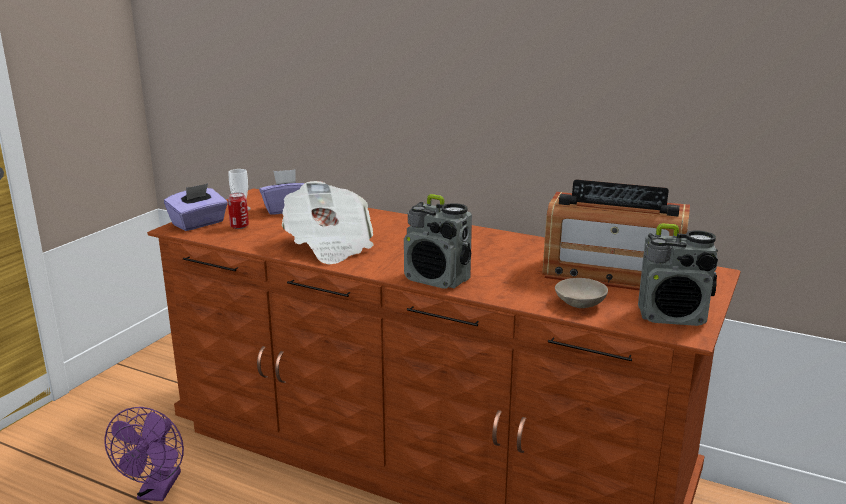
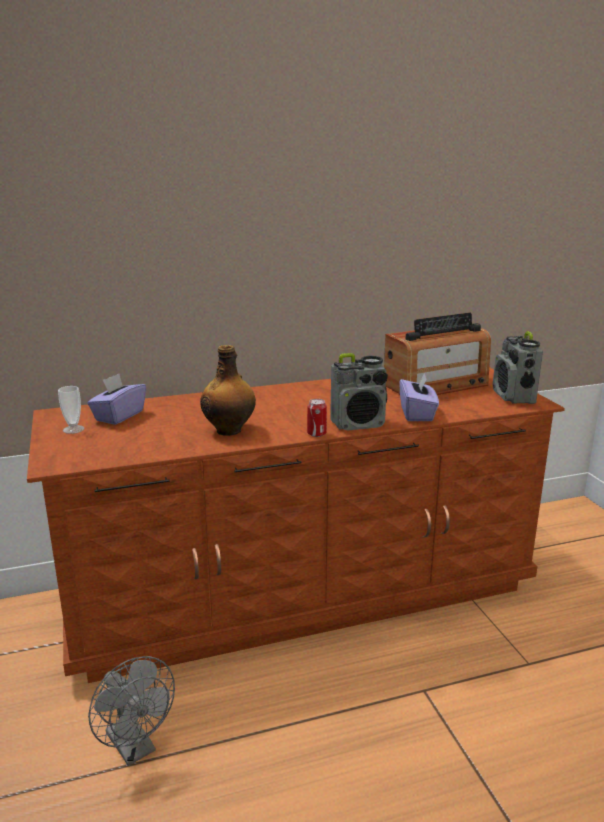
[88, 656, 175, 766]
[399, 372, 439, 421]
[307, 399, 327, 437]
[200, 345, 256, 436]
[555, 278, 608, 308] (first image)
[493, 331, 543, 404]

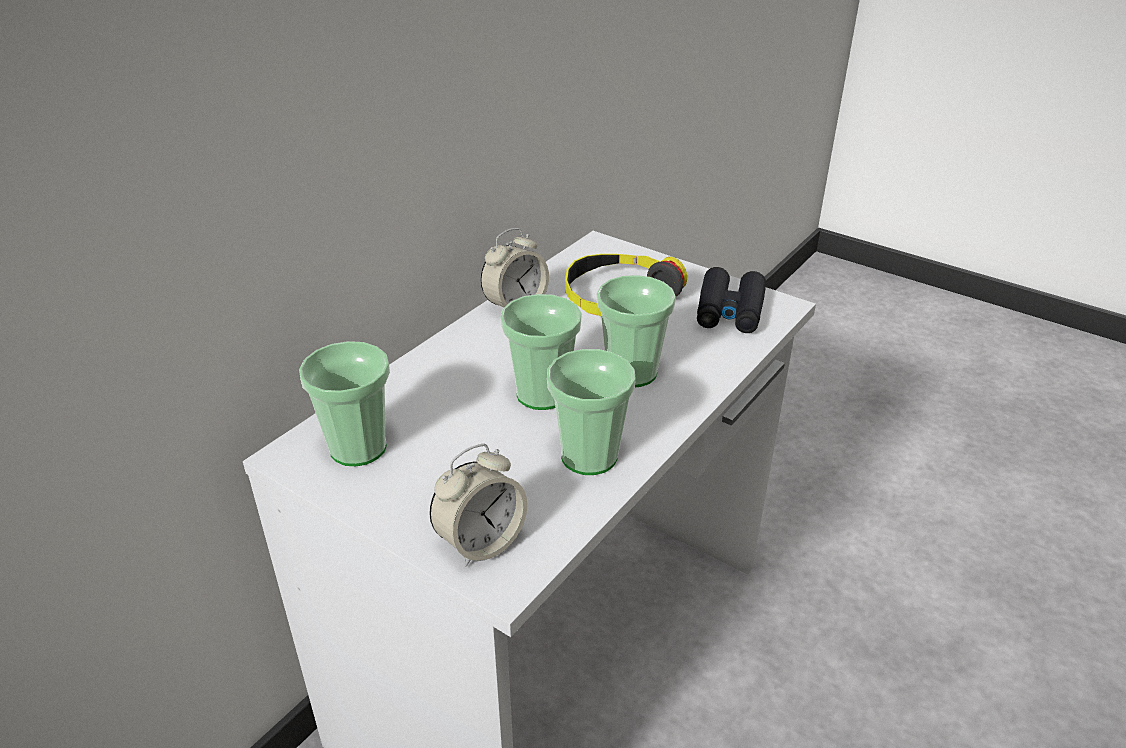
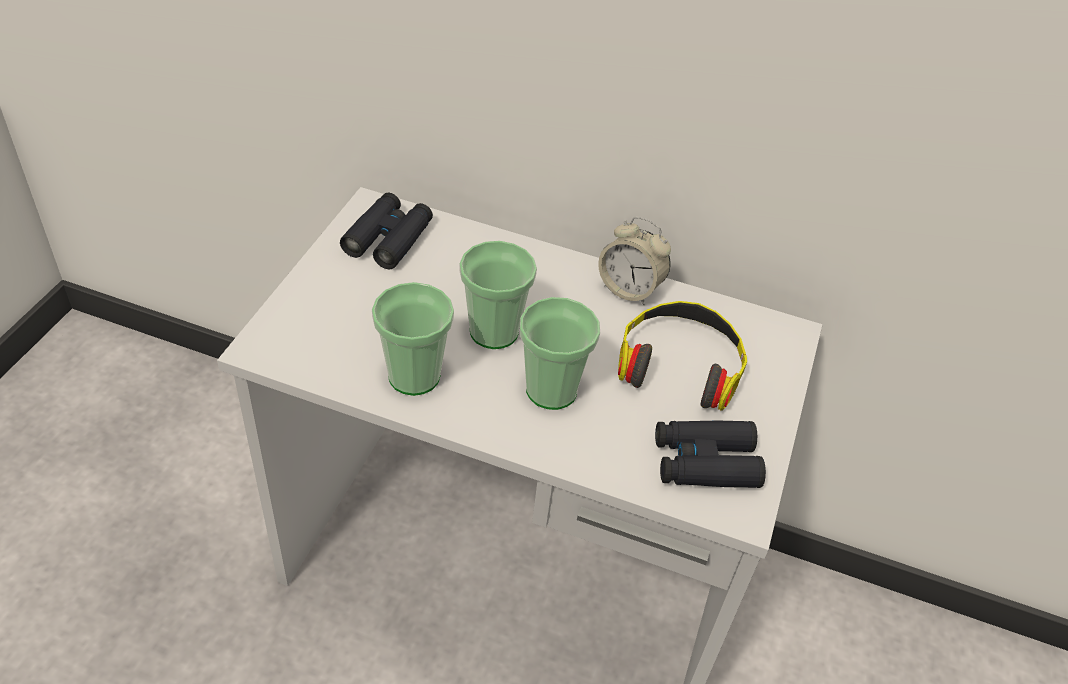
[340, 193, 433, 269]
[429, 444, 527, 567] (first image)

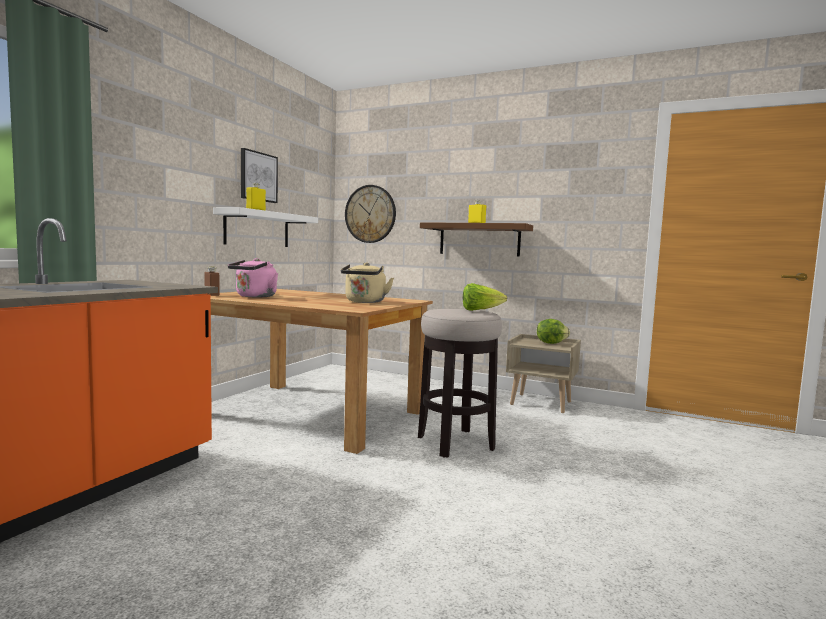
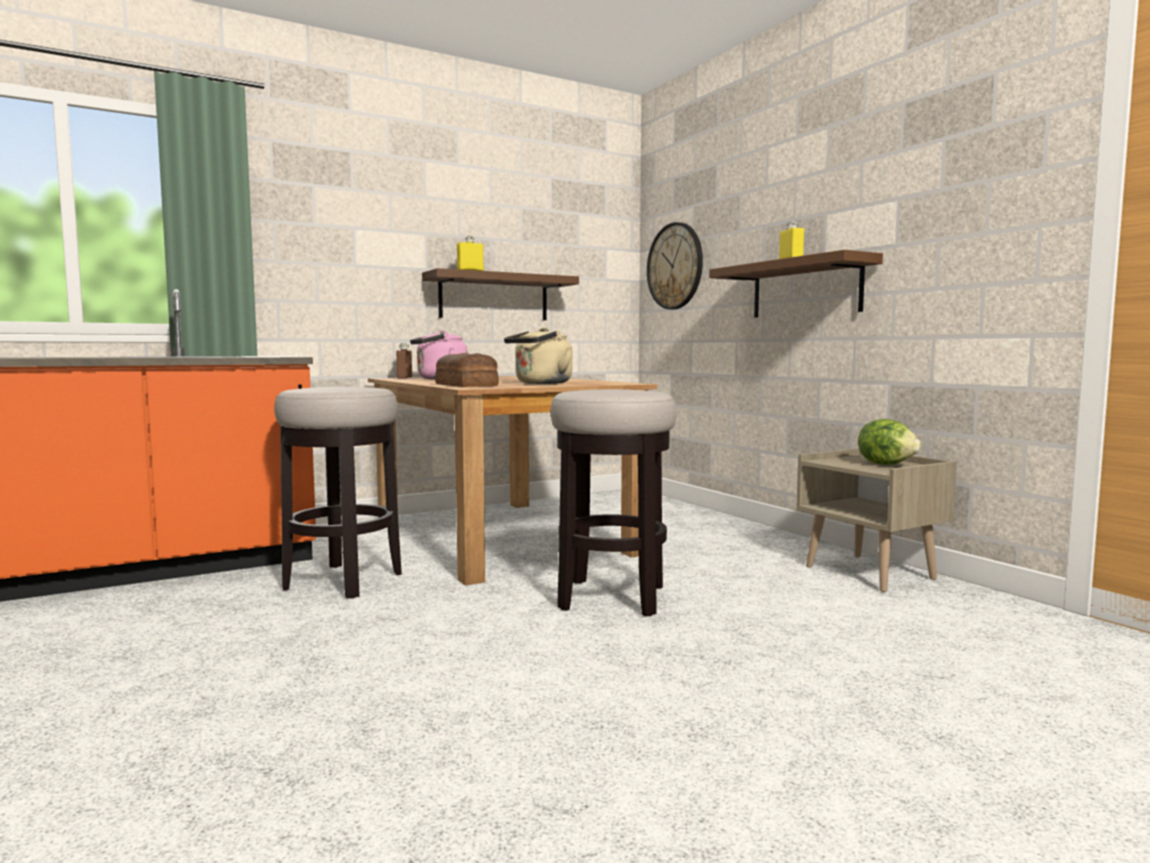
[422, 268, 579, 320]
[241, 148, 278, 203] (first image)
[463, 283, 507, 311] (first image)
[274, 387, 402, 599]
[435, 353, 499, 387]

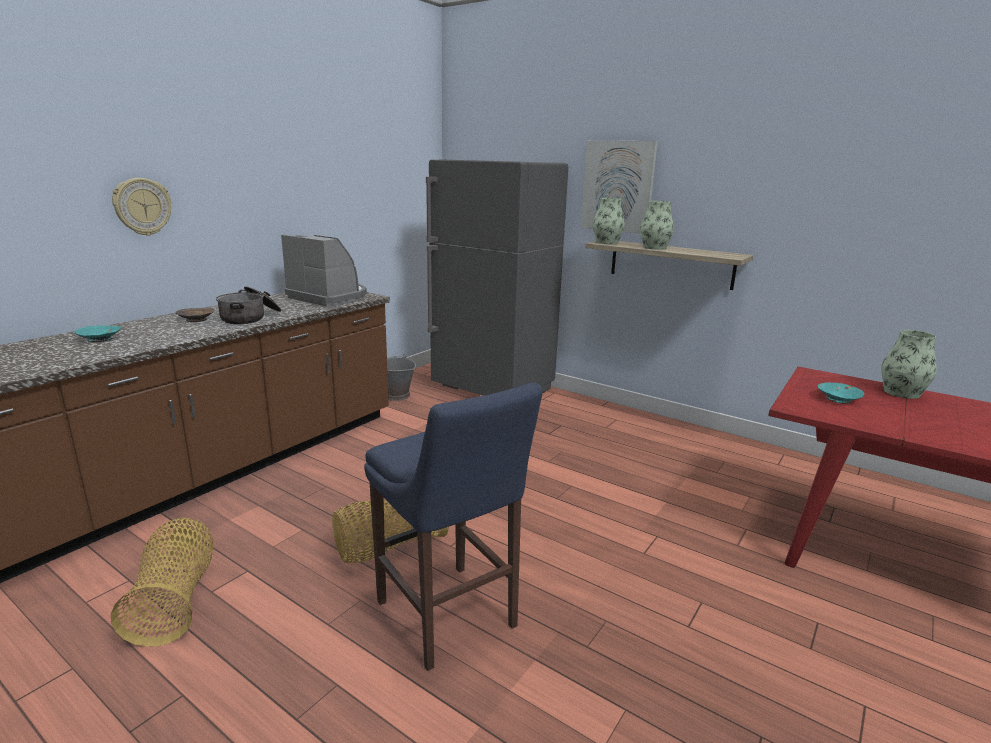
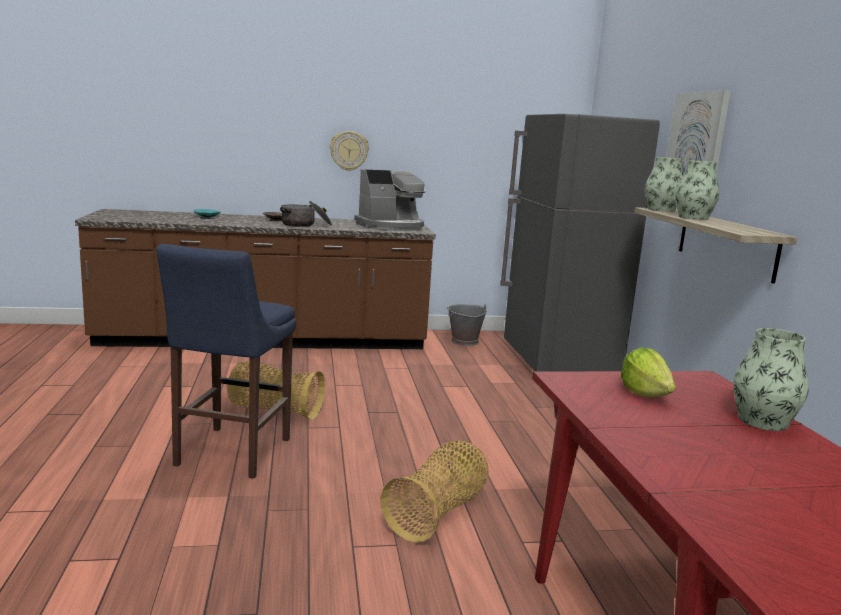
[381, 440, 489, 543]
[330, 131, 369, 171]
[354, 169, 426, 231]
[621, 347, 676, 397]

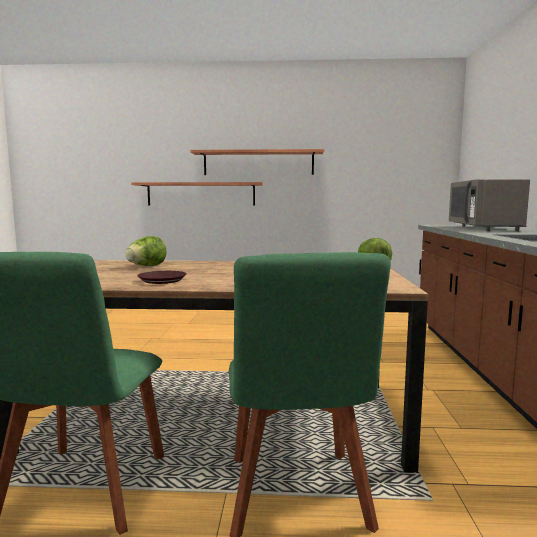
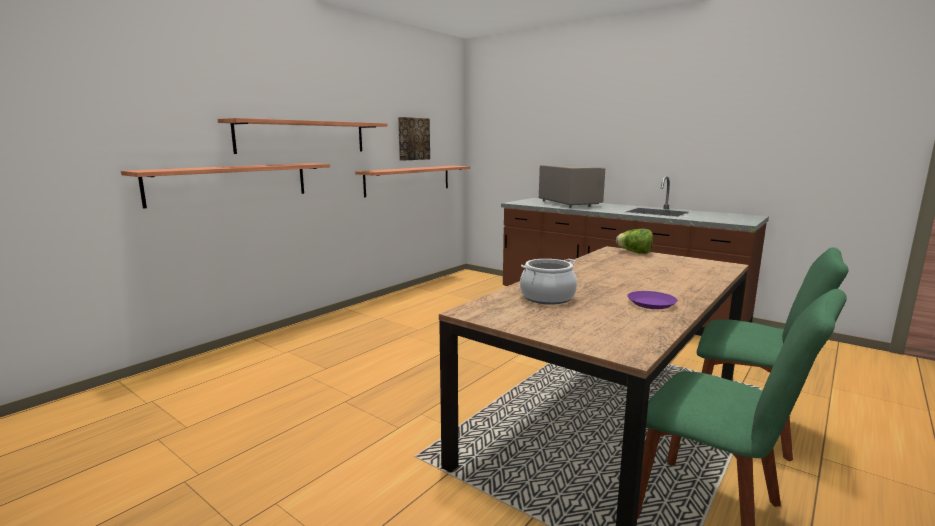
[520, 259, 577, 305]
[627, 291, 678, 309]
[538, 164, 605, 208]
[355, 166, 470, 197]
[398, 117, 430, 161]

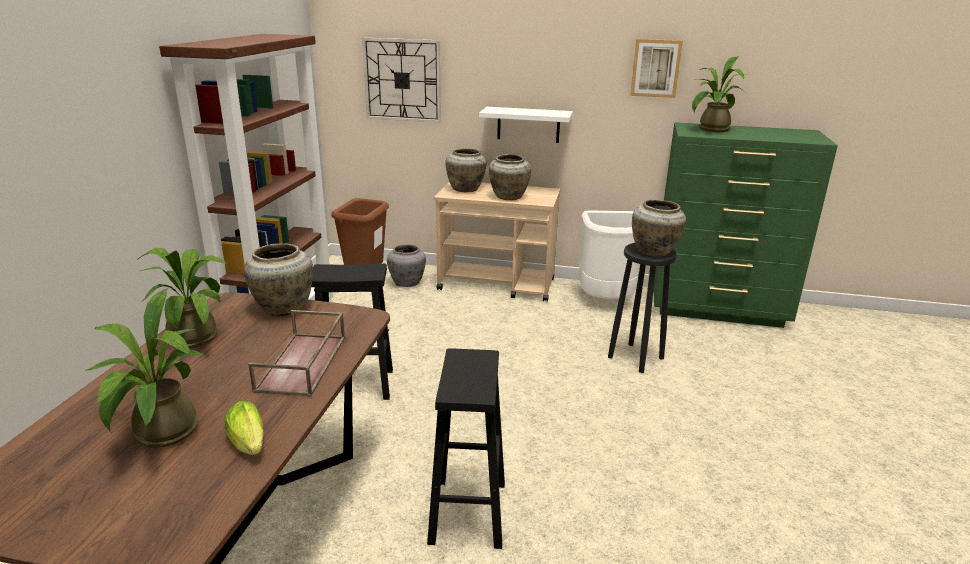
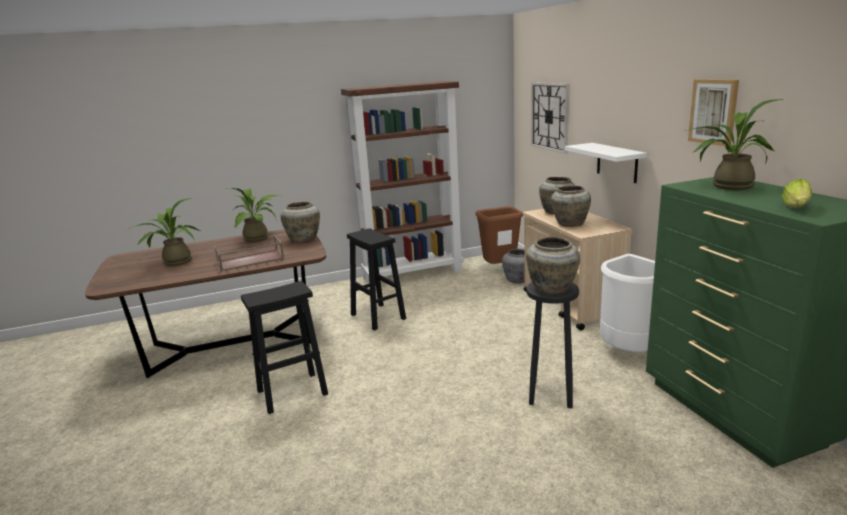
[782, 179, 812, 208]

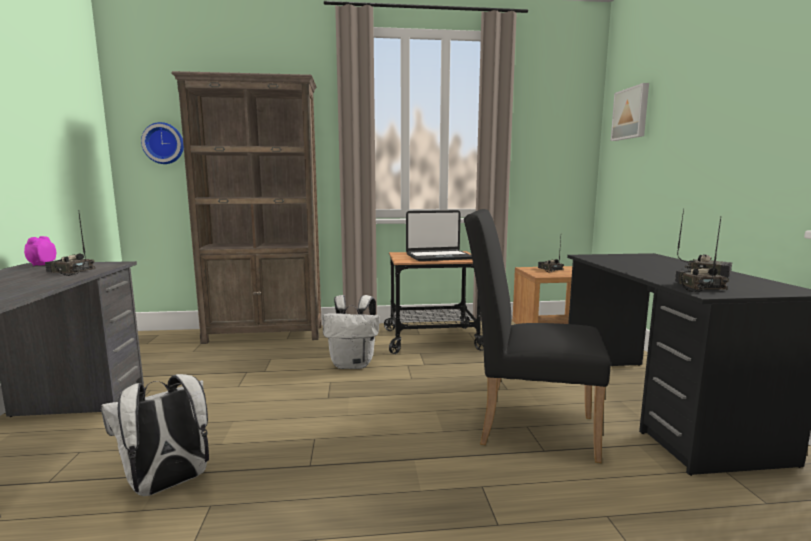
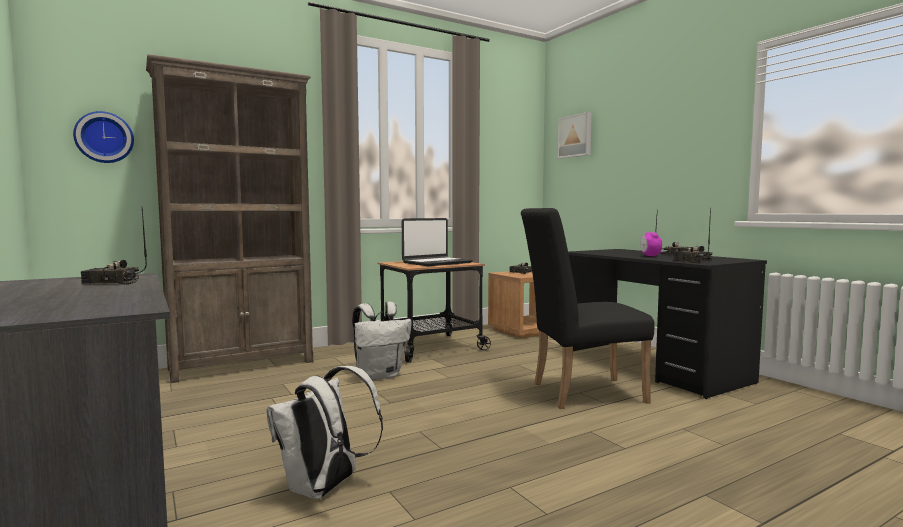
[641, 232, 662, 256]

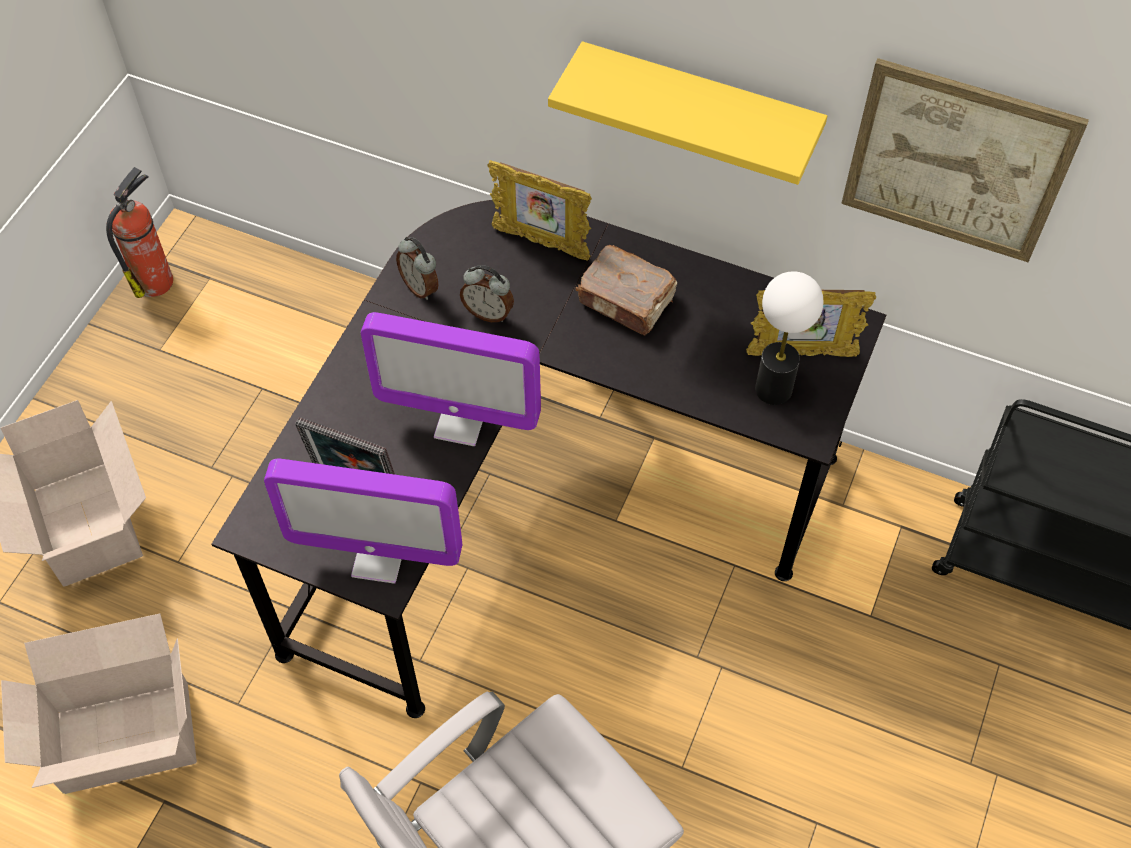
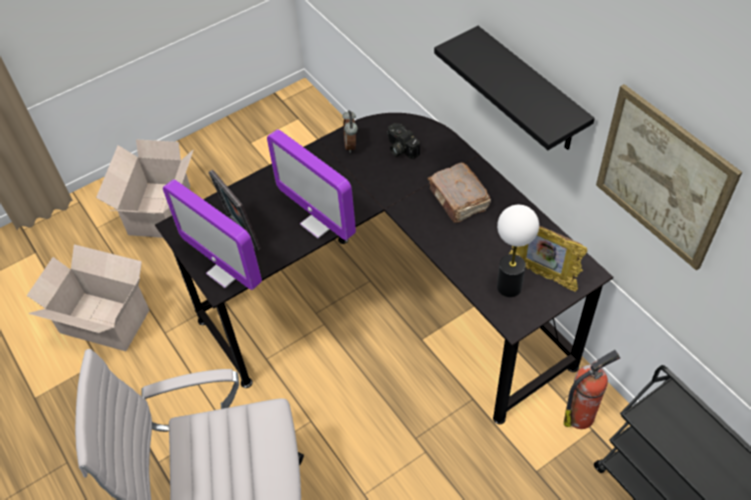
[564, 350, 620, 429]
[460, 265, 514, 322] (first image)
[488, 160, 592, 261] (first image)
[434, 26, 595, 150]
[387, 123, 420, 159]

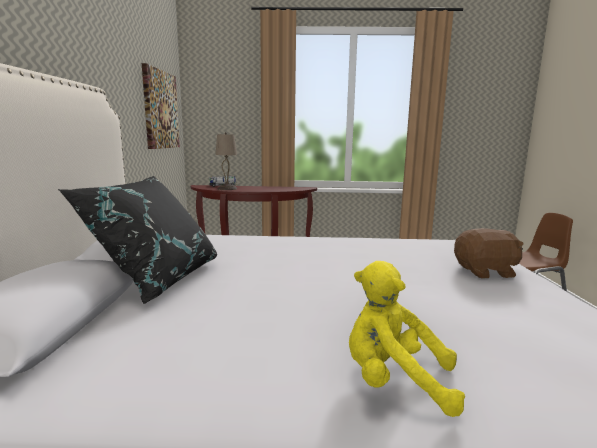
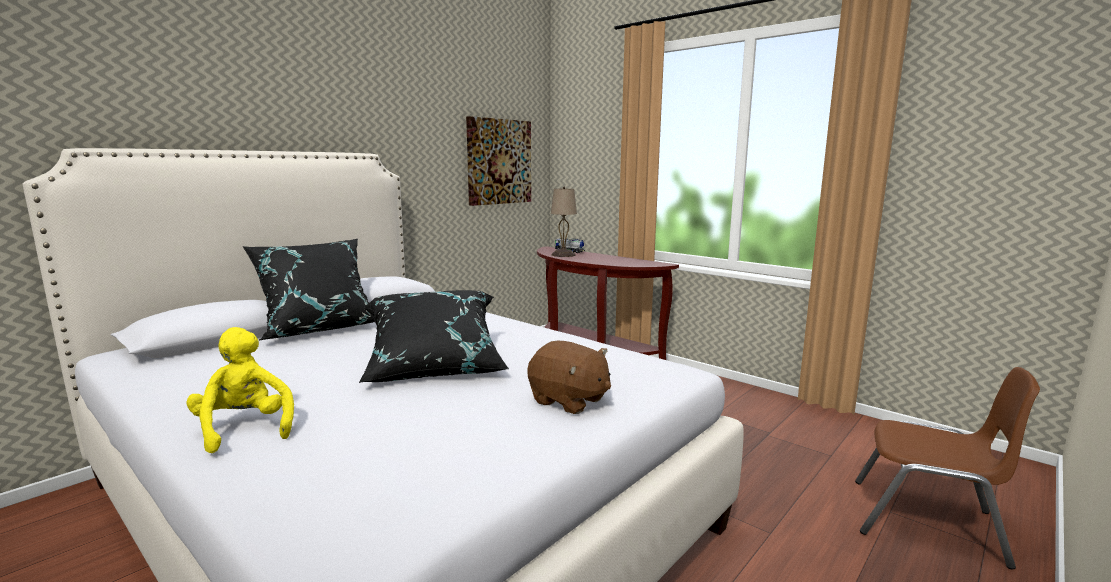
[359, 290, 509, 383]

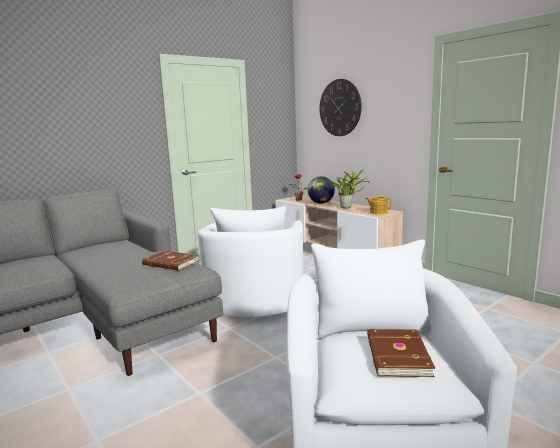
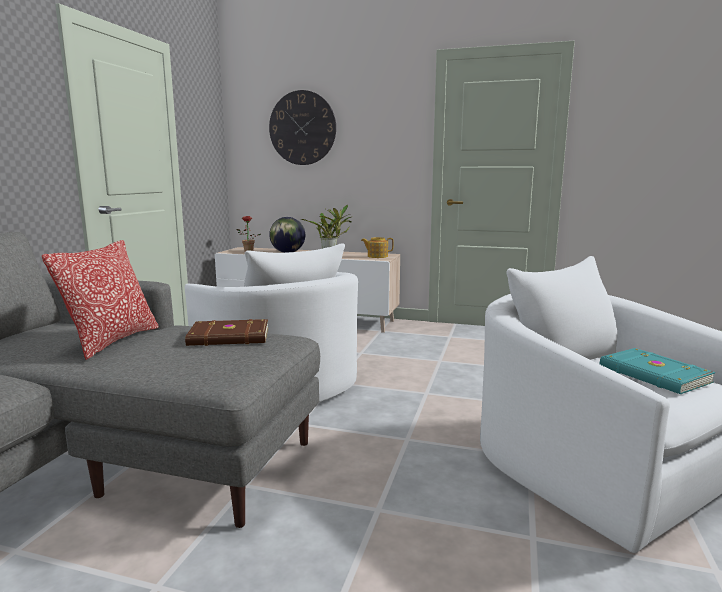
[600, 348, 716, 394]
[42, 240, 159, 360]

